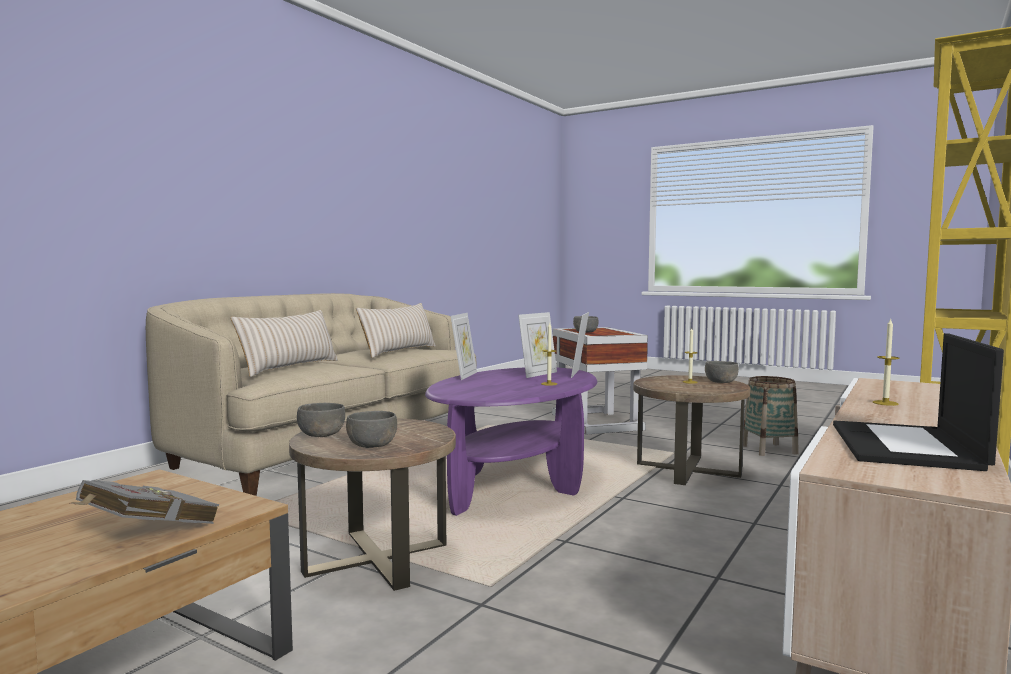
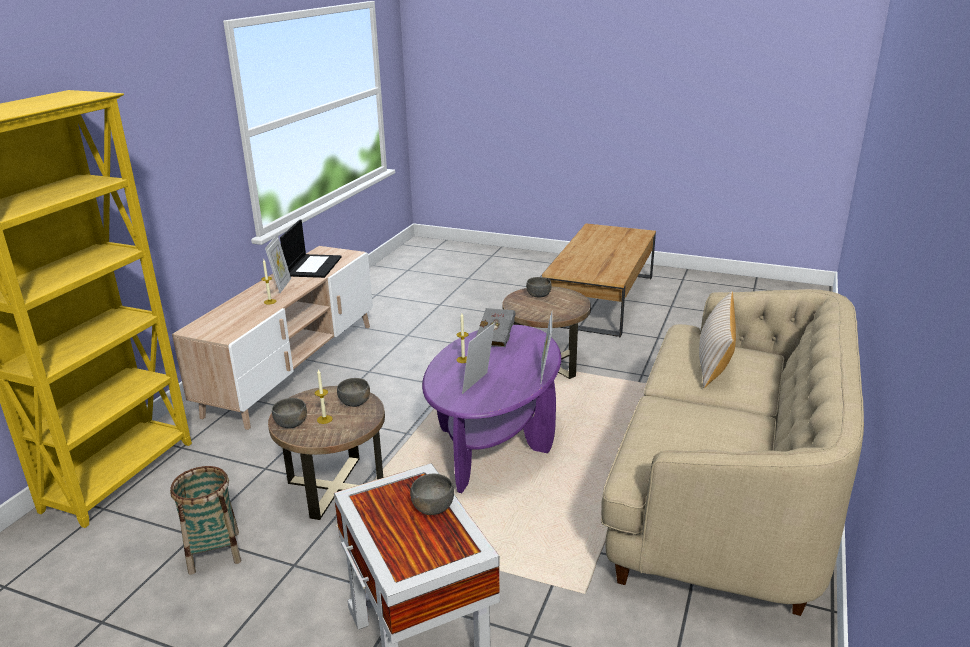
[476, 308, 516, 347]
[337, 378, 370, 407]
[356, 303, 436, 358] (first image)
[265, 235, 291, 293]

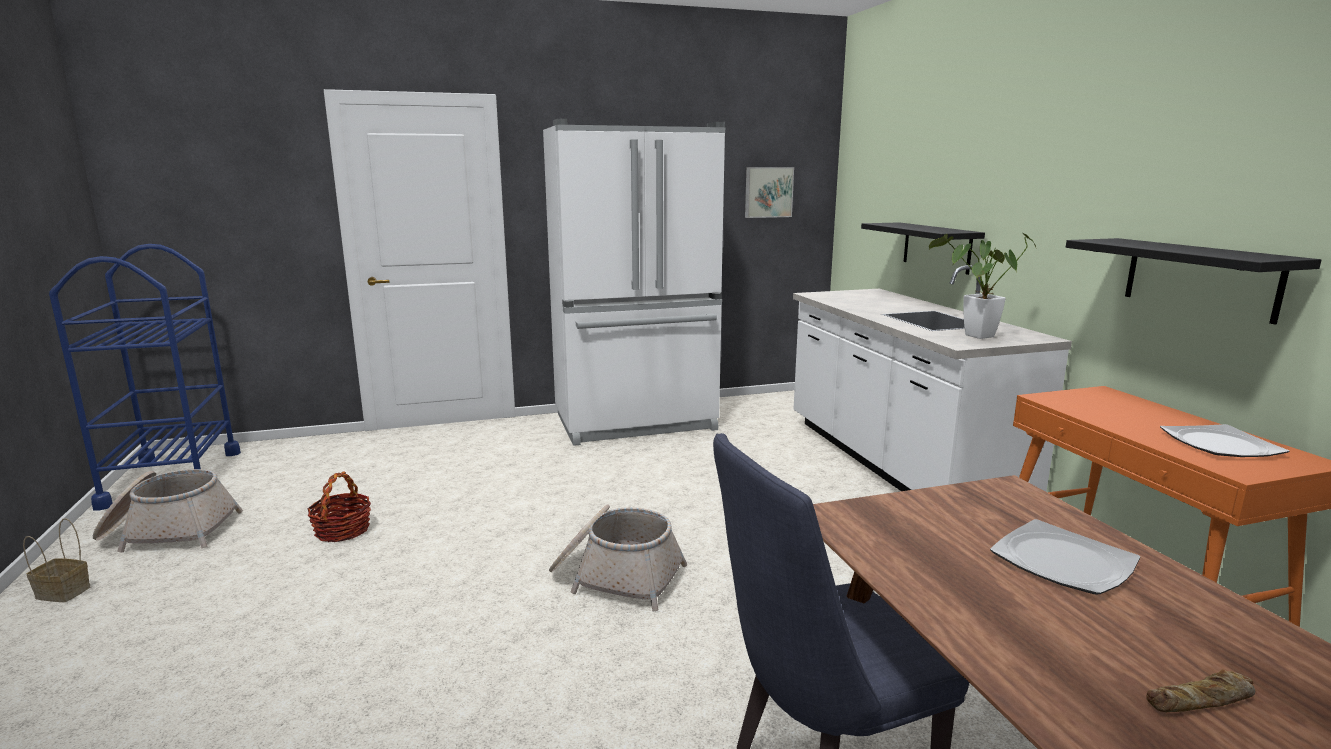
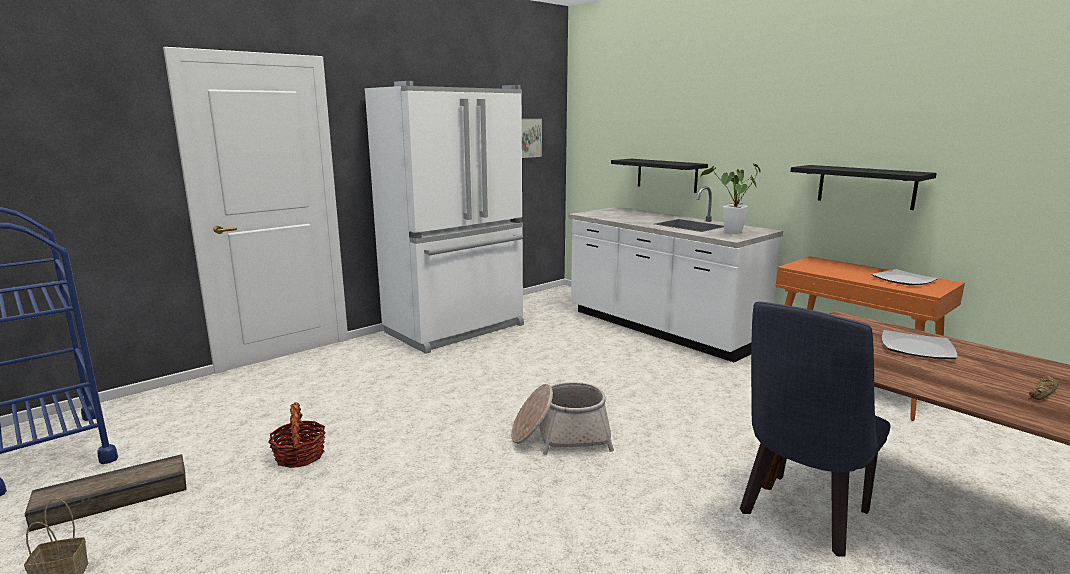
[25, 454, 187, 532]

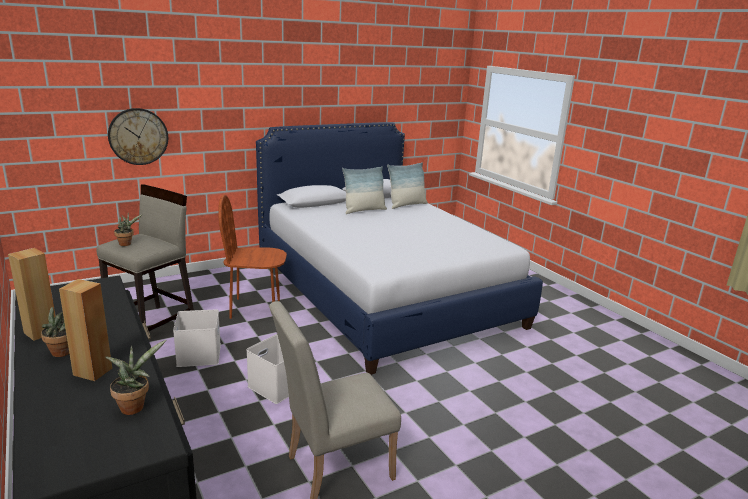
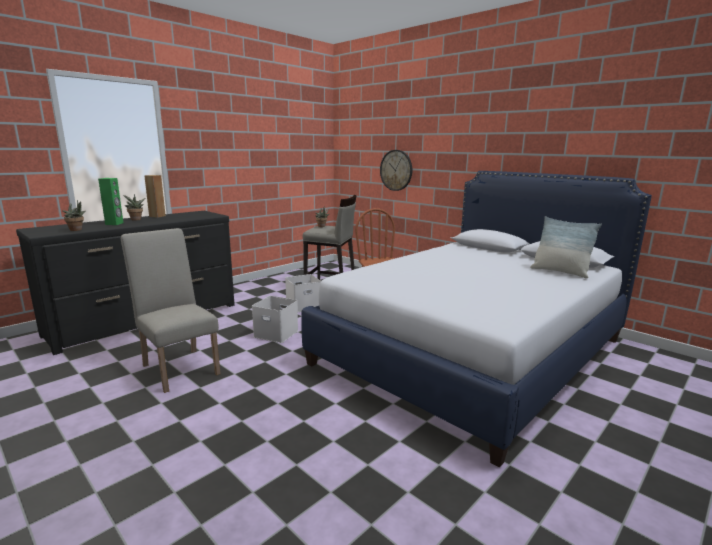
[98, 178, 123, 225]
[342, 166, 387, 214] (first image)

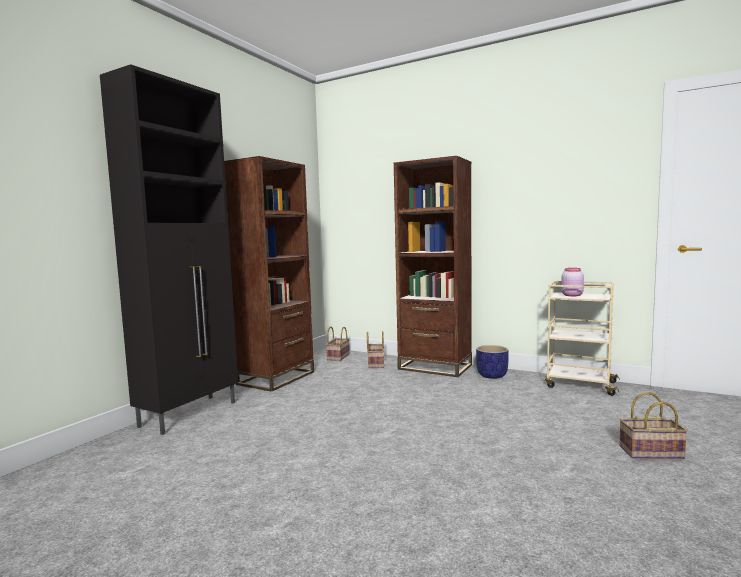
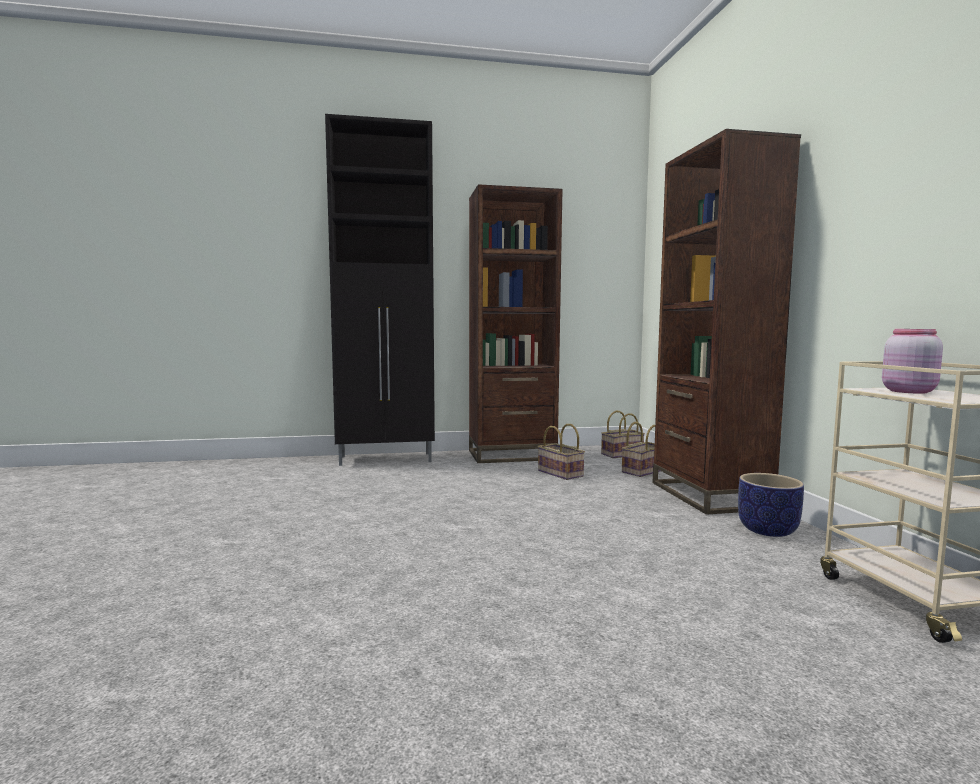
[538, 424, 585, 480]

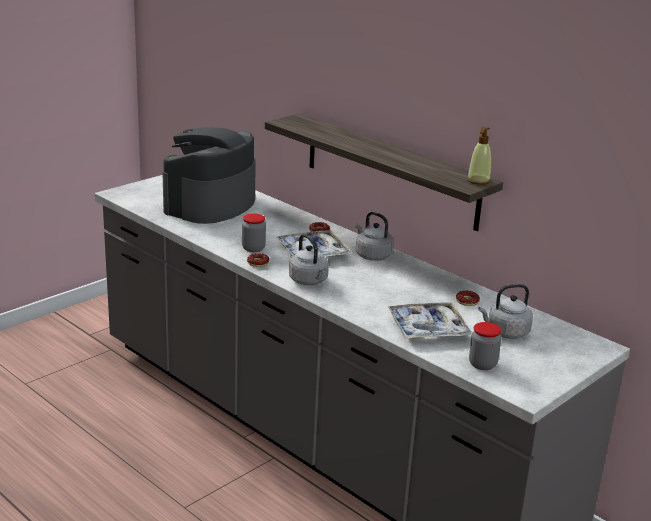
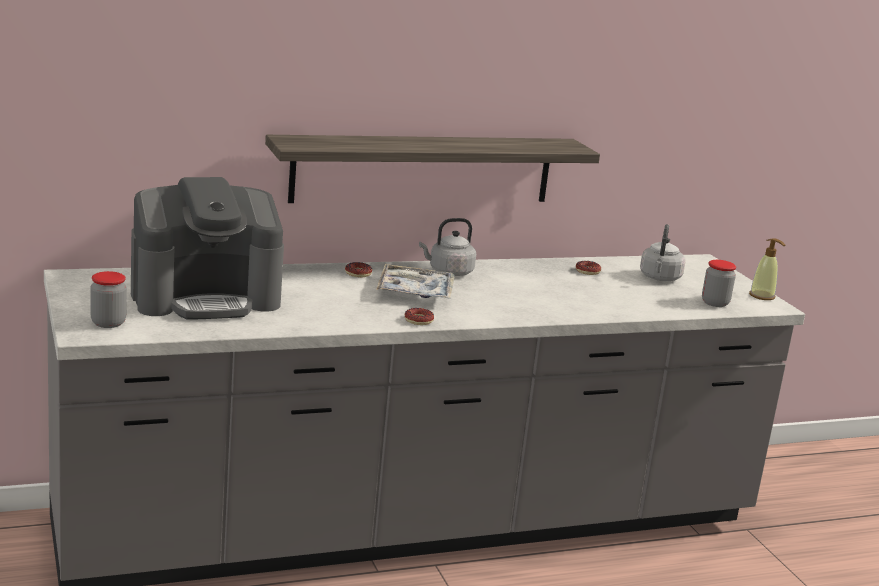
[131, 177, 284, 320]
[90, 271, 127, 328]
[289, 234, 329, 285] (first image)
[387, 302, 472, 338] (first image)
[749, 238, 785, 300]

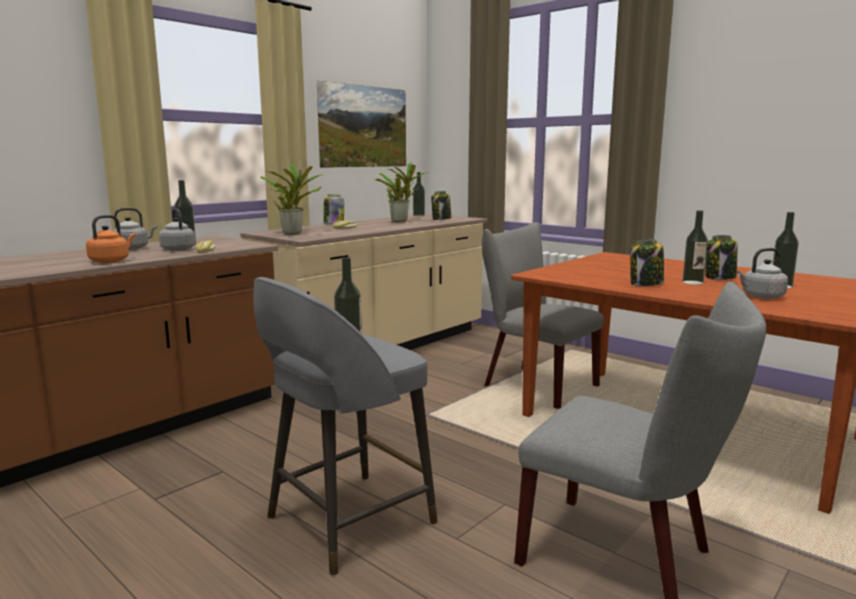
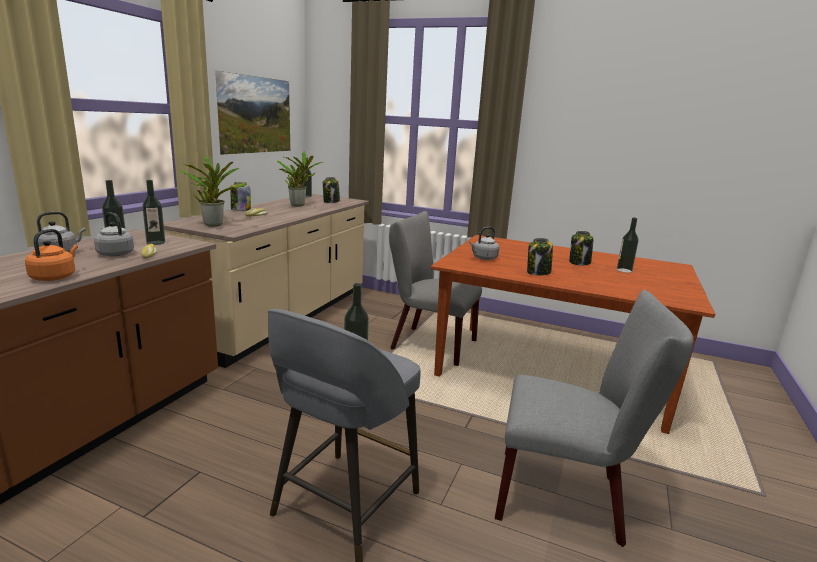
[142, 180, 165, 245]
[469, 227, 499, 260]

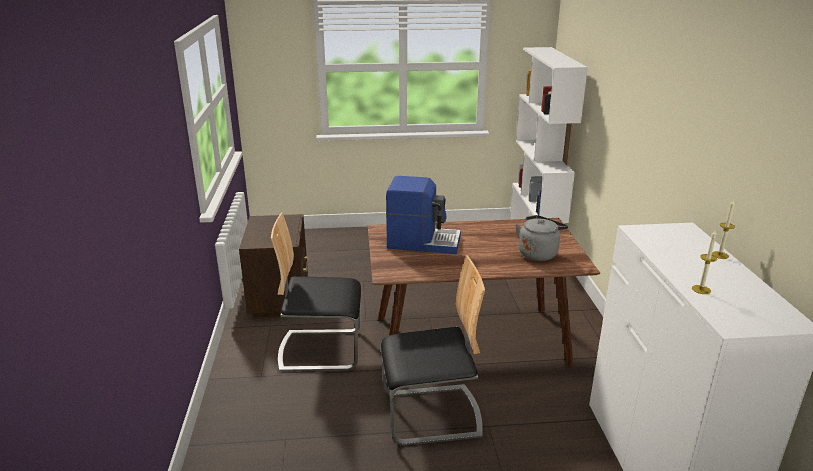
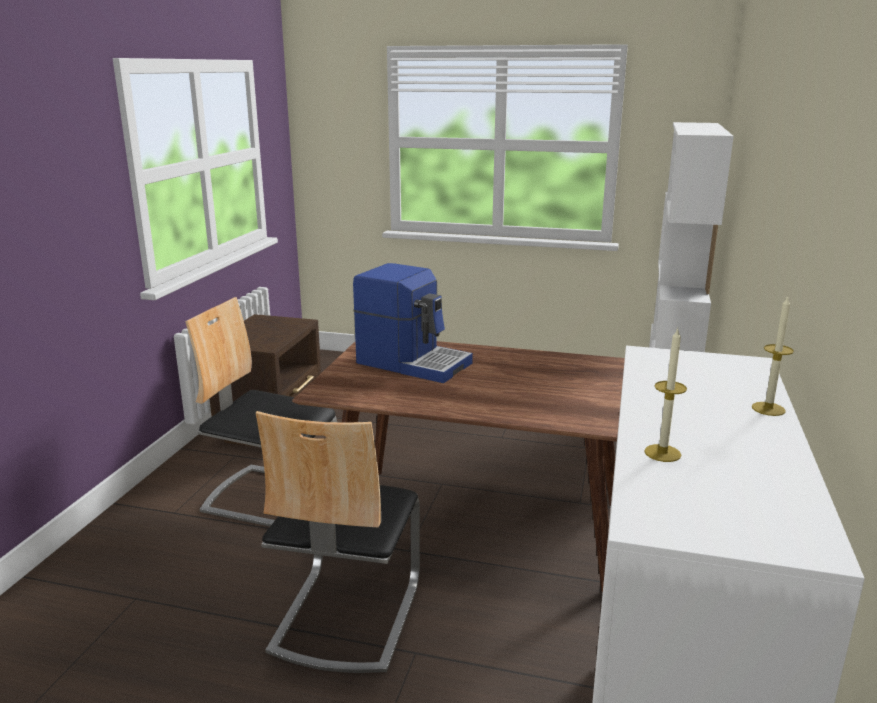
[256, 411, 420, 673]
[516, 215, 568, 261] (first image)

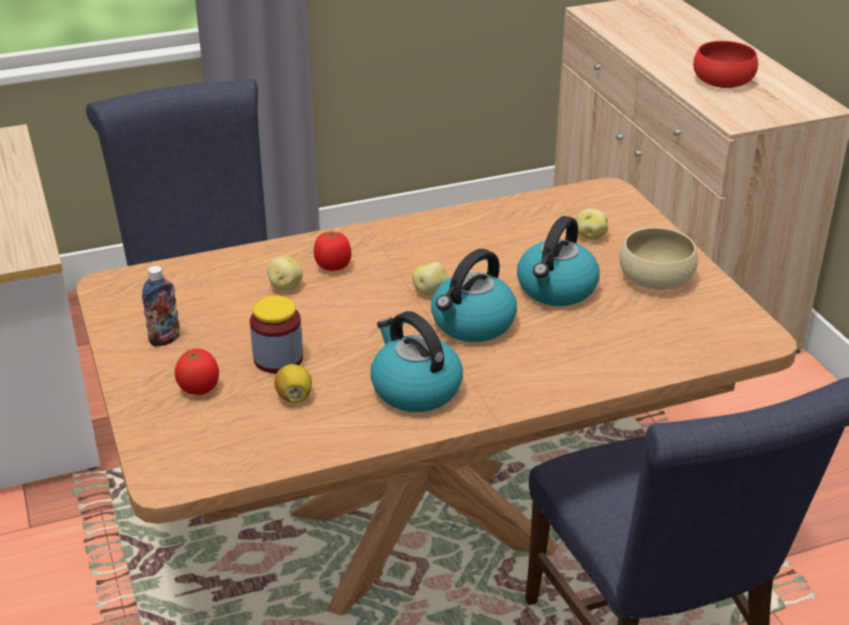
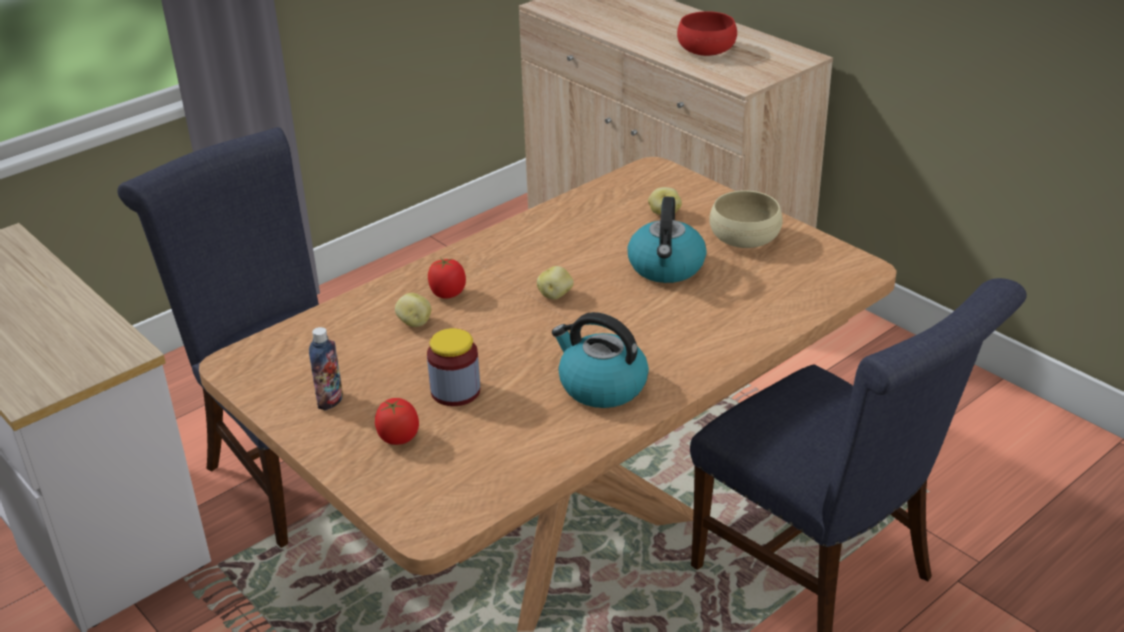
[274, 364, 312, 403] (first image)
[431, 249, 517, 342] (first image)

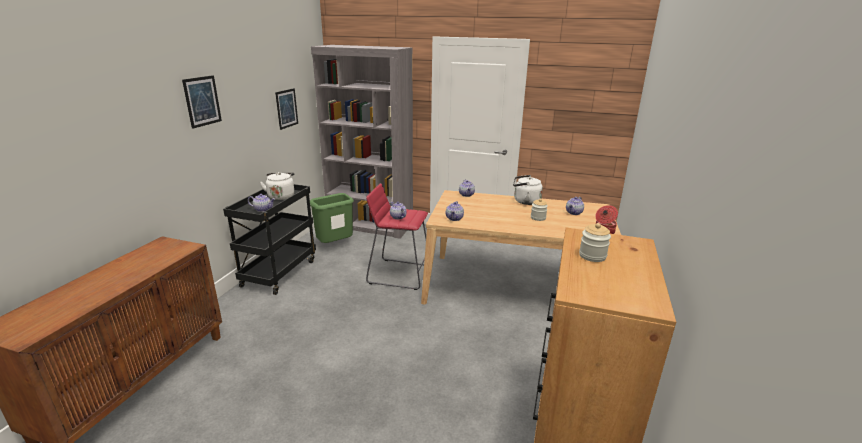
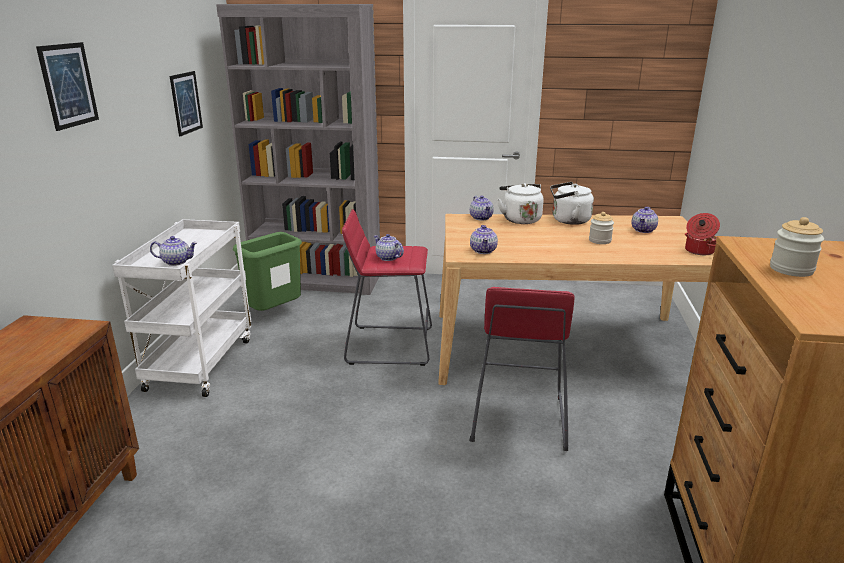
[112, 219, 251, 397]
[497, 183, 544, 224]
[470, 287, 574, 451]

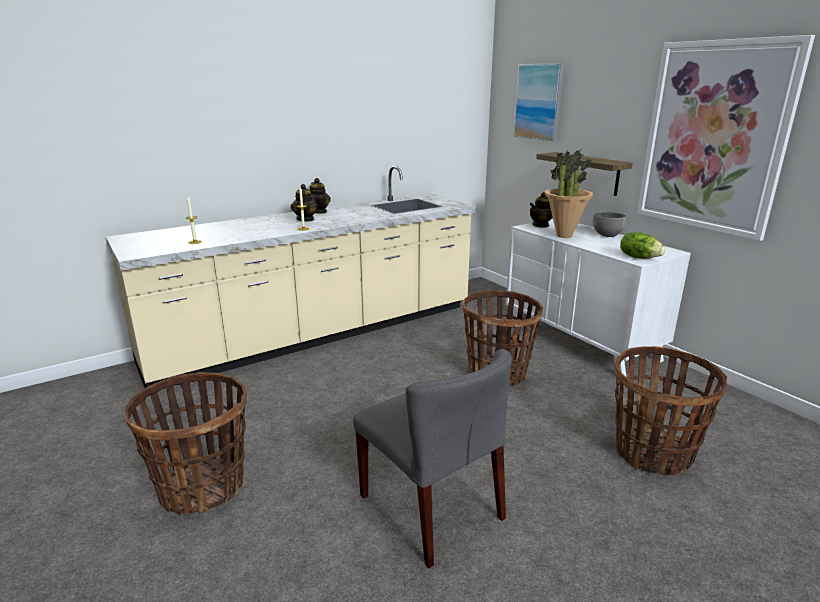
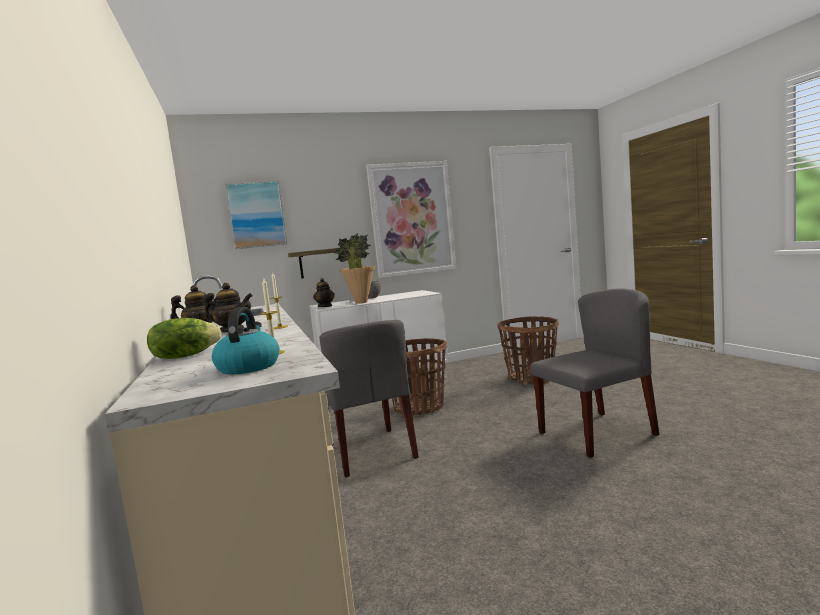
[125, 372, 247, 515] (first image)
[147, 318, 221, 359]
[212, 307, 279, 374]
[319, 320, 419, 478]

